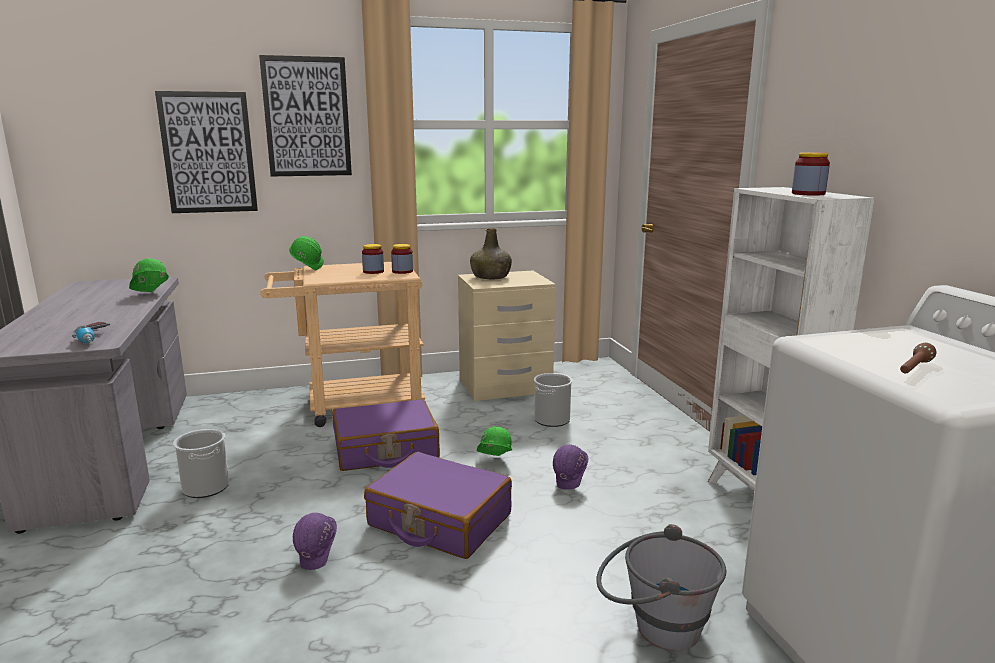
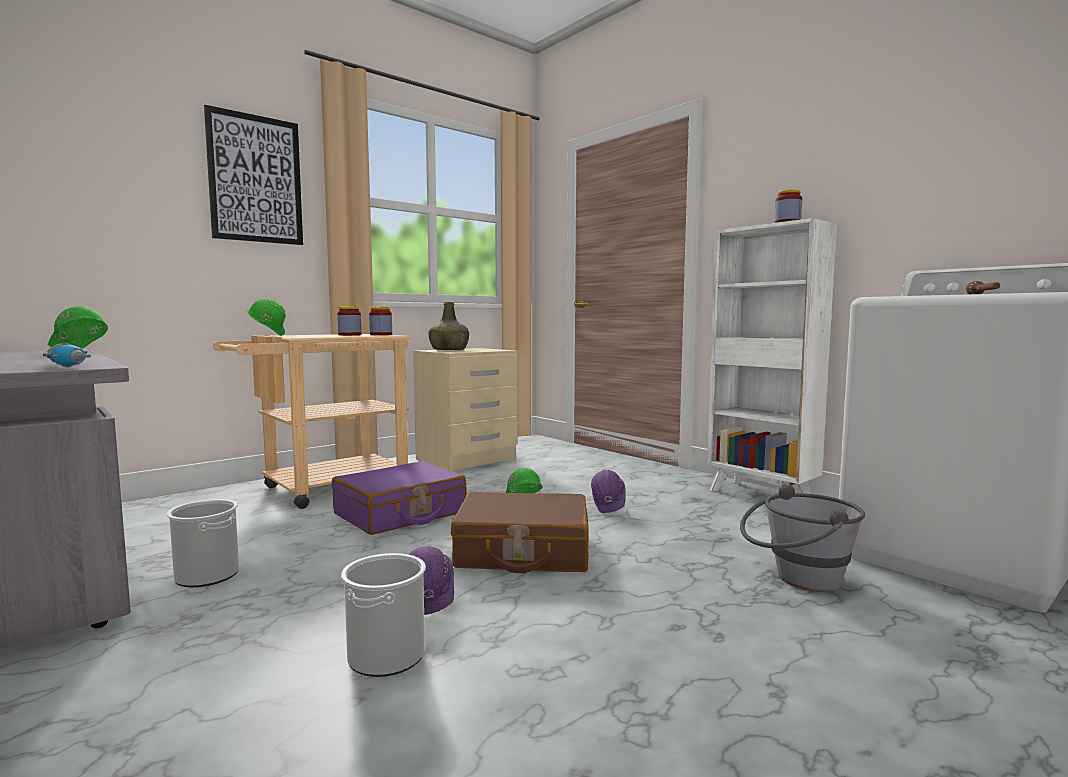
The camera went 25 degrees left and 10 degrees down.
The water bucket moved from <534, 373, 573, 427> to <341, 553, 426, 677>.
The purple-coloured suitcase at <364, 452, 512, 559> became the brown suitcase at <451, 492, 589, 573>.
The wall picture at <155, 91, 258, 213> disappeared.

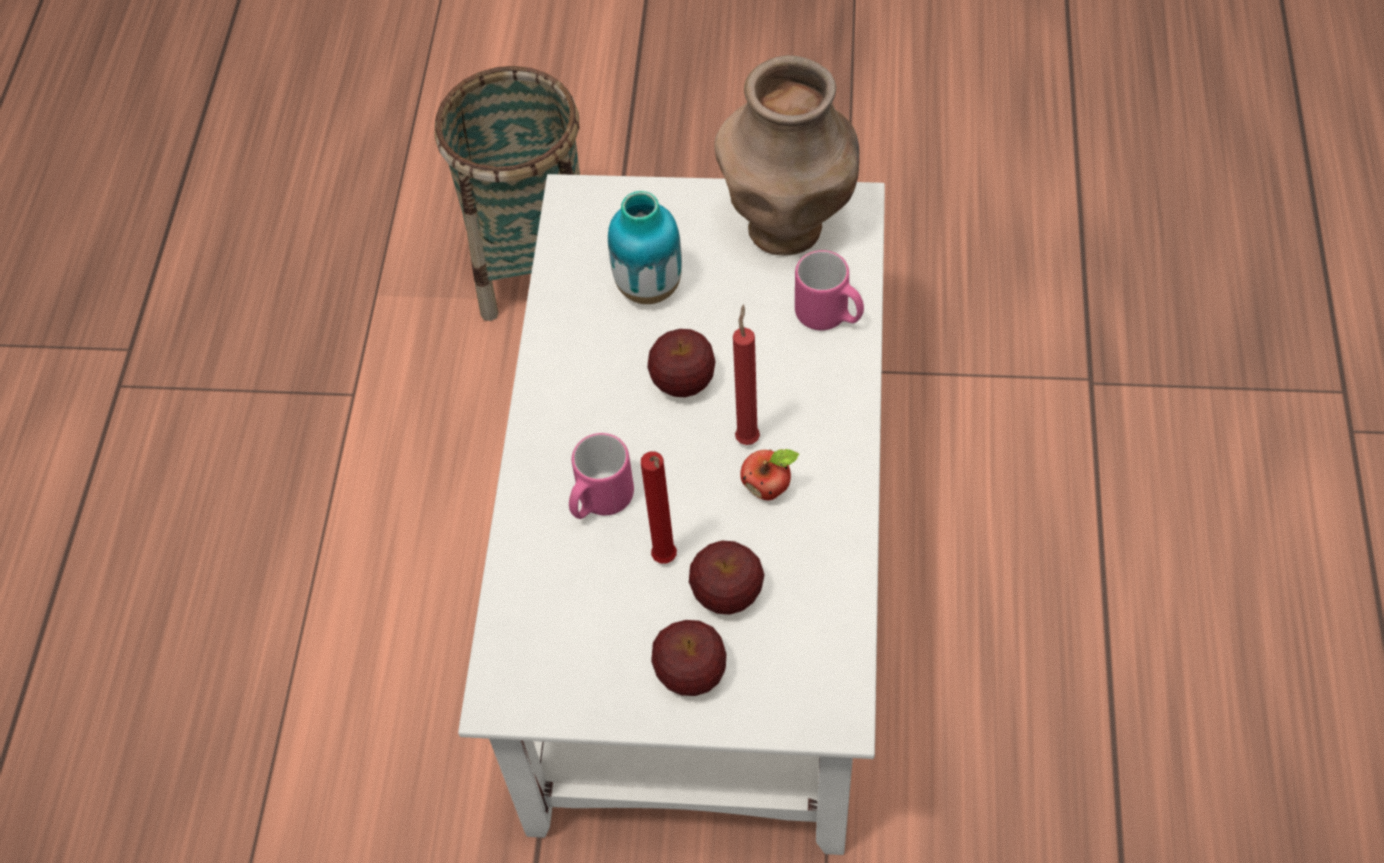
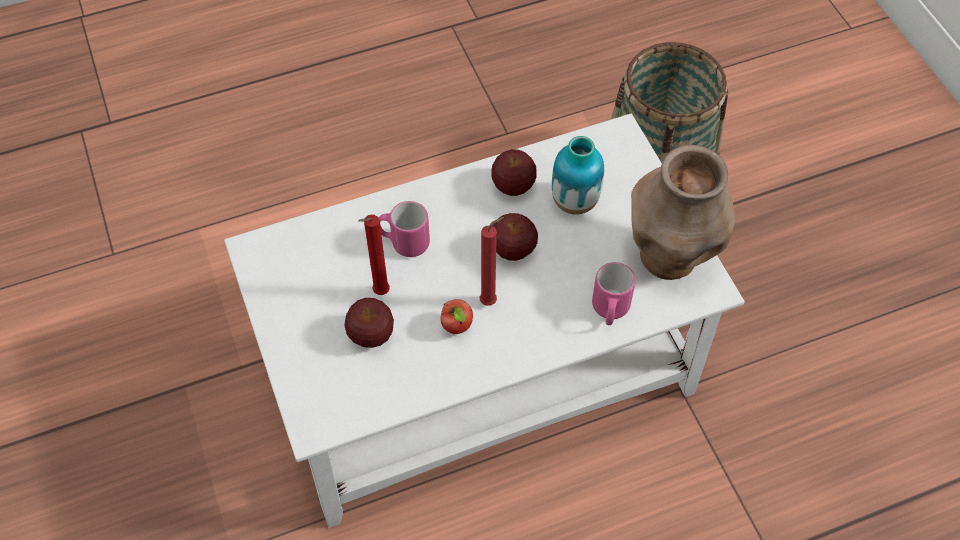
The camera went 60 degrees right and 0 degrees up.
The apple fruit moved from <651, 620, 726, 696> to <491, 149, 537, 196>.

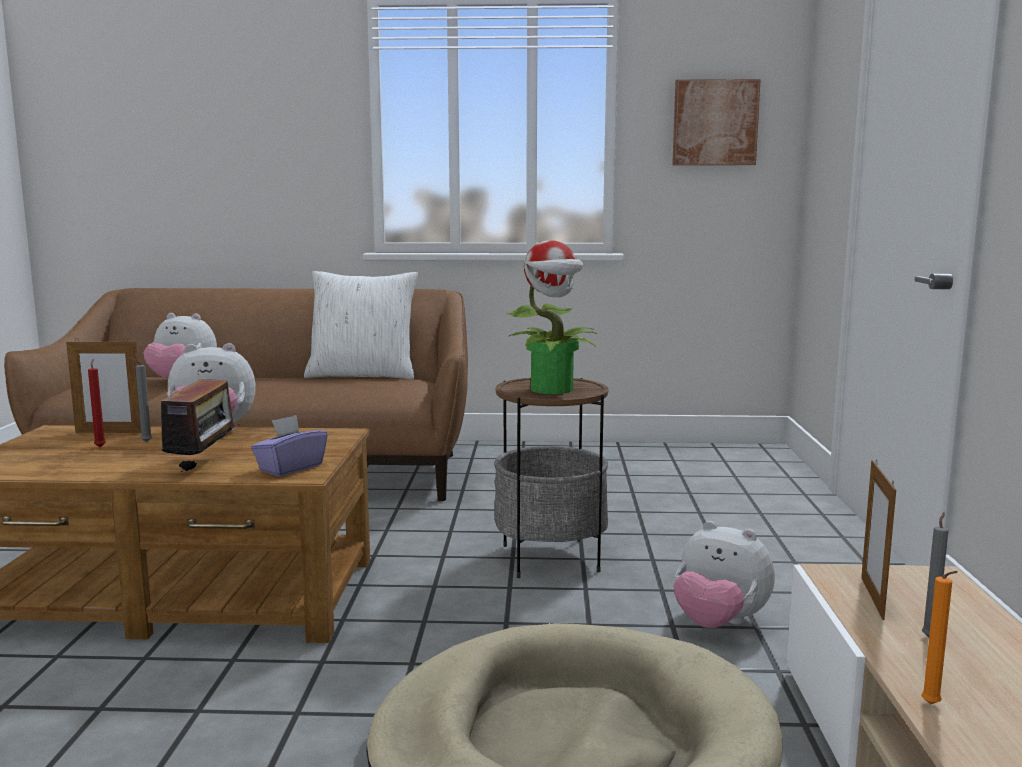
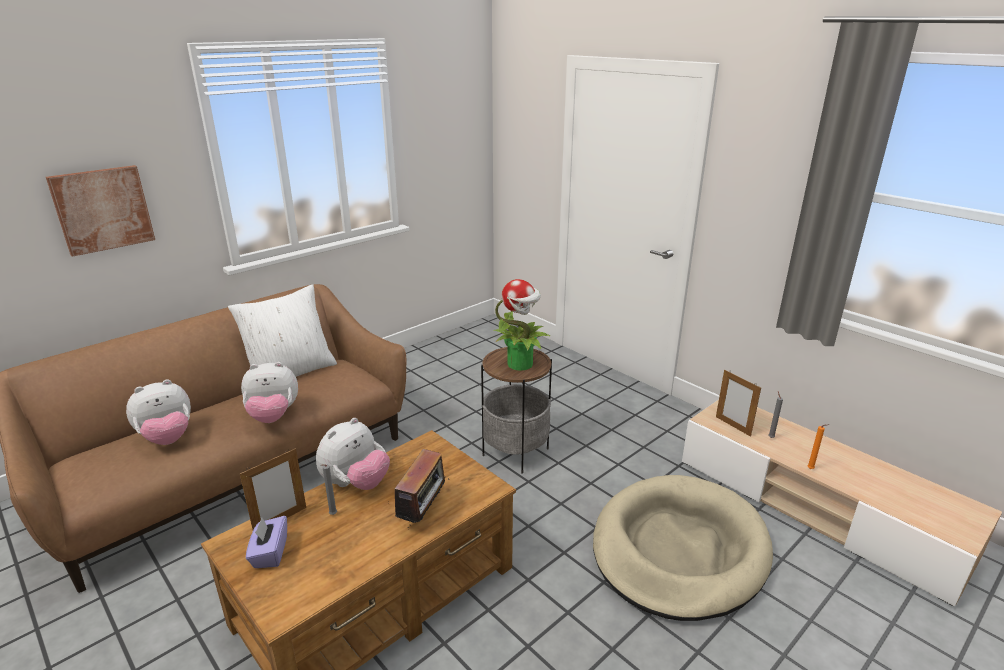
The camera went 45 degrees left and 15 degrees up.
The wall picture moved from <672, 79, 761, 165> to <46, 165, 155, 257>.
The plush toy moved from <673, 521, 775, 628> to <241, 362, 298, 423>.
The purple-coloured tissue holder moved from <251, 415, 328, 476> to <246, 516, 287, 568>.
The radio receiver at <151, 370, 240, 472> turned 60 degrees clockwise.
The reddish candle at <88, 359, 106, 447> disappeared.

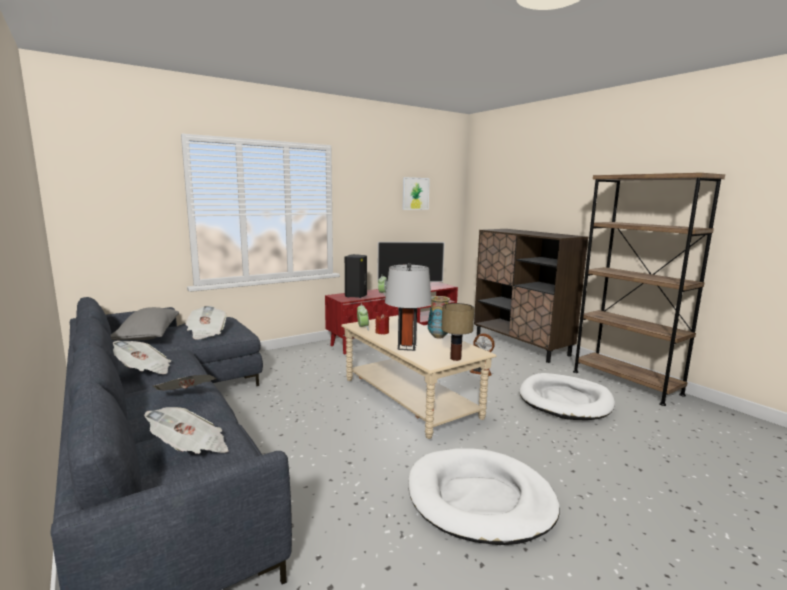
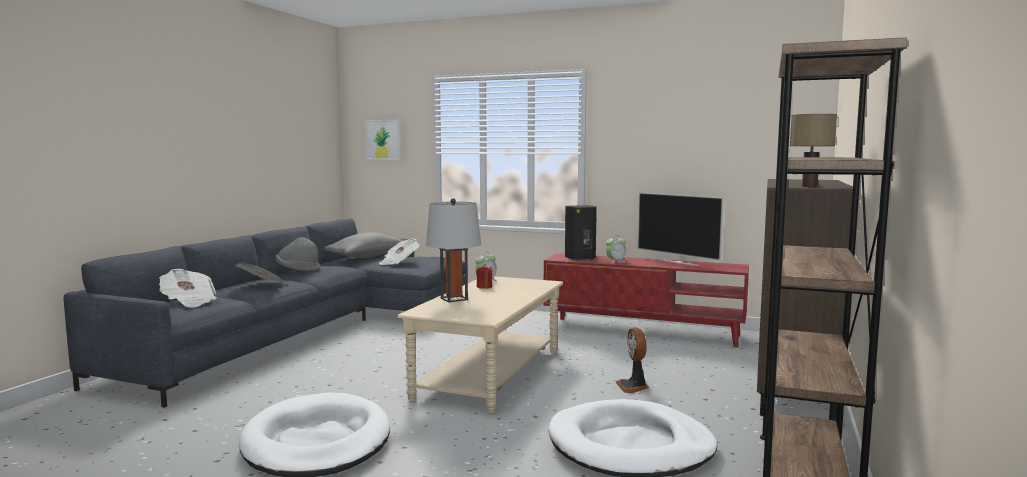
The camera went 55 degrees right and 5 degrees down.
The daily paper at <113, 341, 171, 374> was replaced by the grey clothing hat at <275, 237, 320, 271>.
The wall picture moved from <403, 177, 430, 210> to <365, 120, 401, 160>.
The lamp for a table moved from <441, 303, 474, 361> to <790, 114, 837, 187>.
The decorative vase at <428, 296, 450, 339> disappeared.

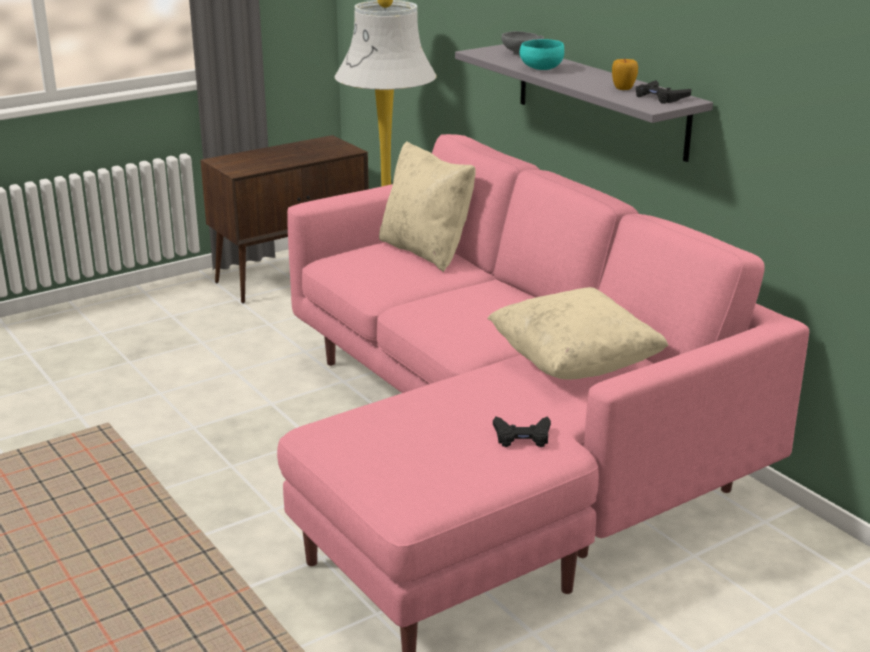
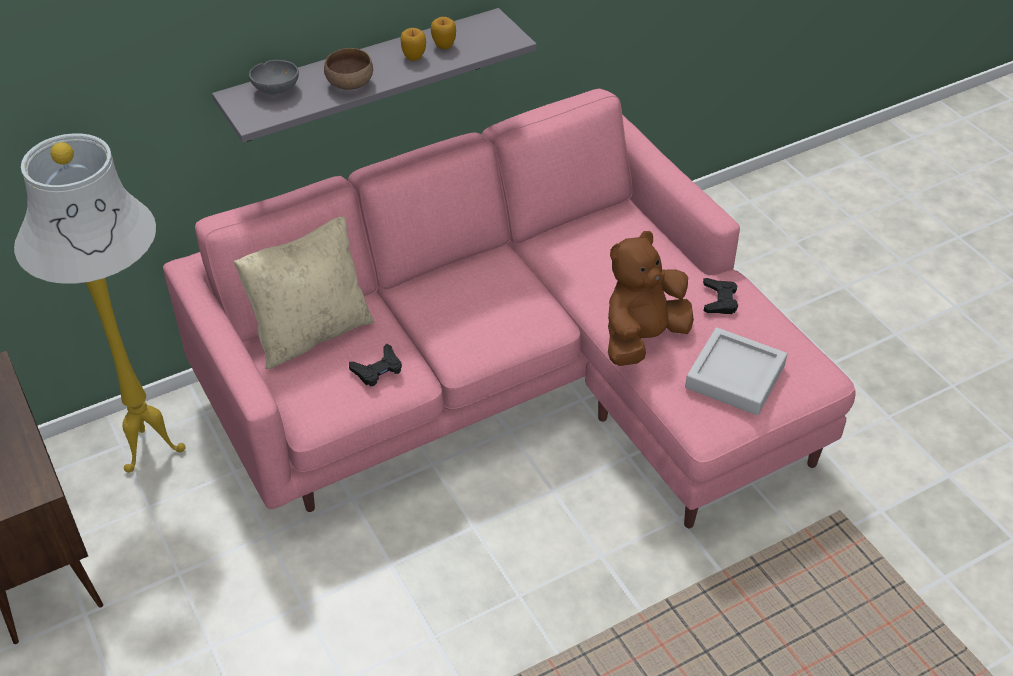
The camera went 85 degrees left and 20 degrees up.
The turquoise deep dish at <519, 39, 564, 70> became the brown deep dish at <324, 48, 373, 90>.
The black-coloured joypad moved from <636, 80, 691, 104> to <349, 344, 402, 386>.
The apple fruit at <401, 28, 426, 61> appeared.
The brown plush toy at <608, 231, 694, 366> appeared.
The grey serving tray at <685, 327, 787, 415> appeared.
The beige cushion at <487, 287, 668, 380> disappeared.

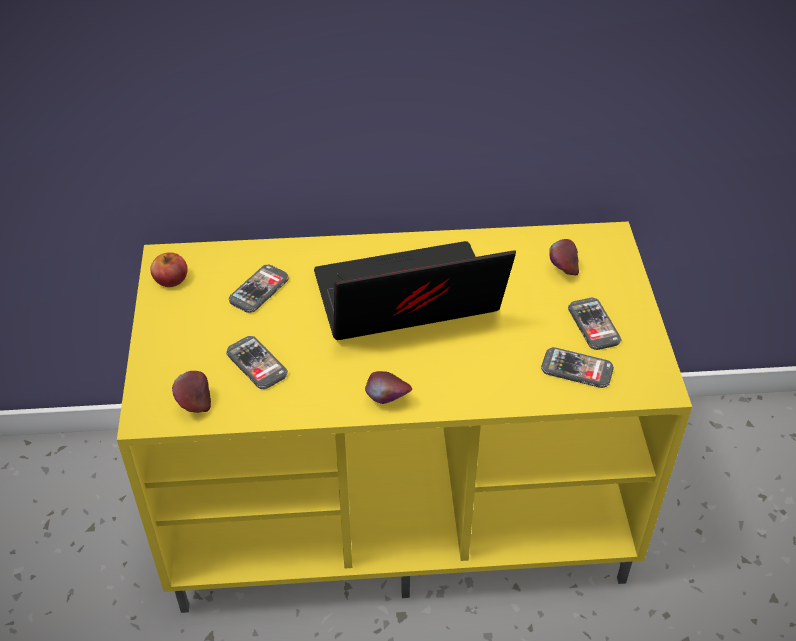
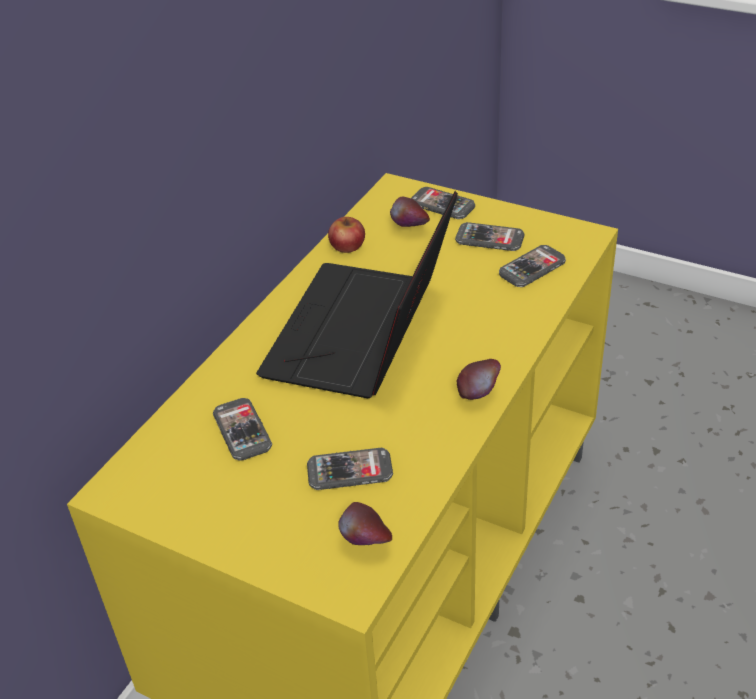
The camera went 55 degrees left and 5 degrees down.
The apple fruit moved from <150, 252, 188, 287> to <328, 217, 365, 253>.
The telephone at <411, 187, 475, 219> appeared.

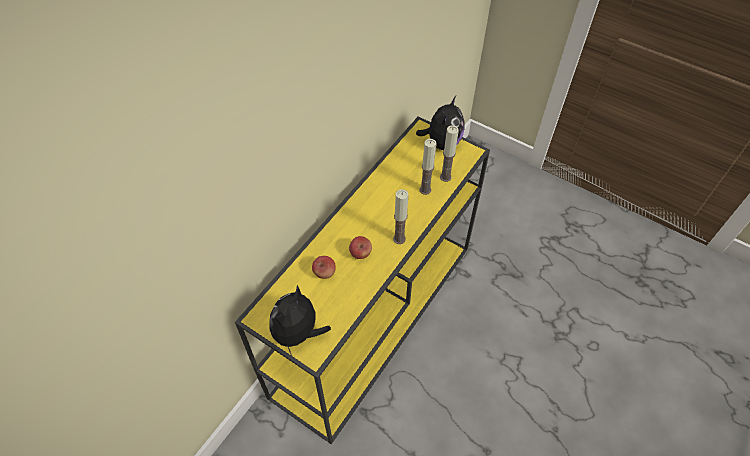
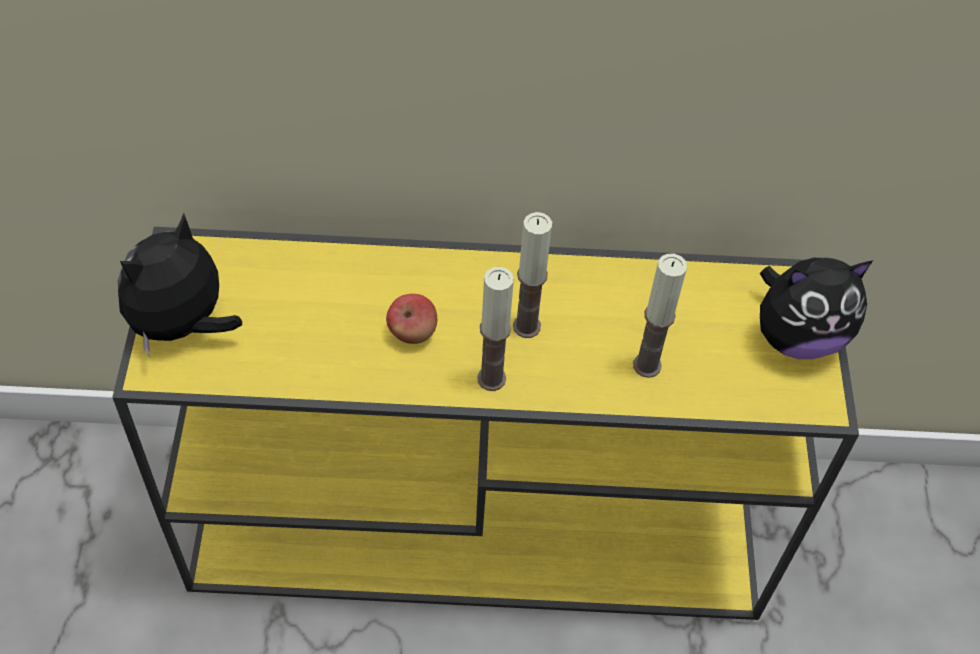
The camera went 55 degrees right and 0 degrees up.
The plush toy at <269, 285, 331, 355> turned 45 degrees counterclockwise.
The candle moved from <440, 125, 459, 182> to <513, 212, 552, 338>.
The apple fruit at <312, 256, 336, 279> disappeared.

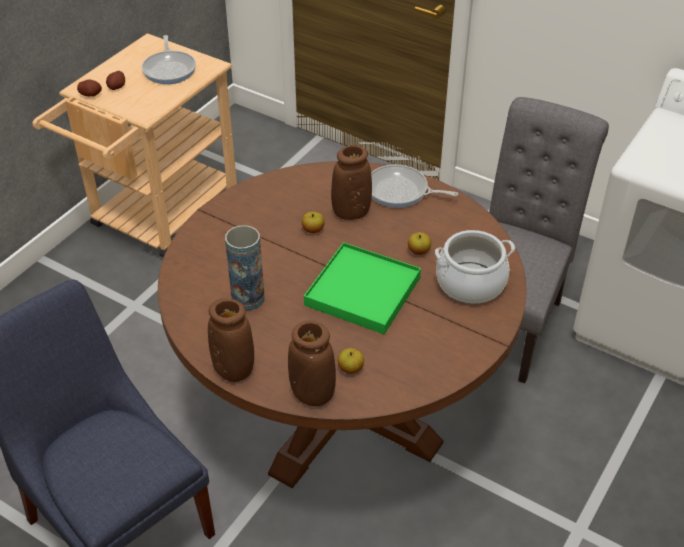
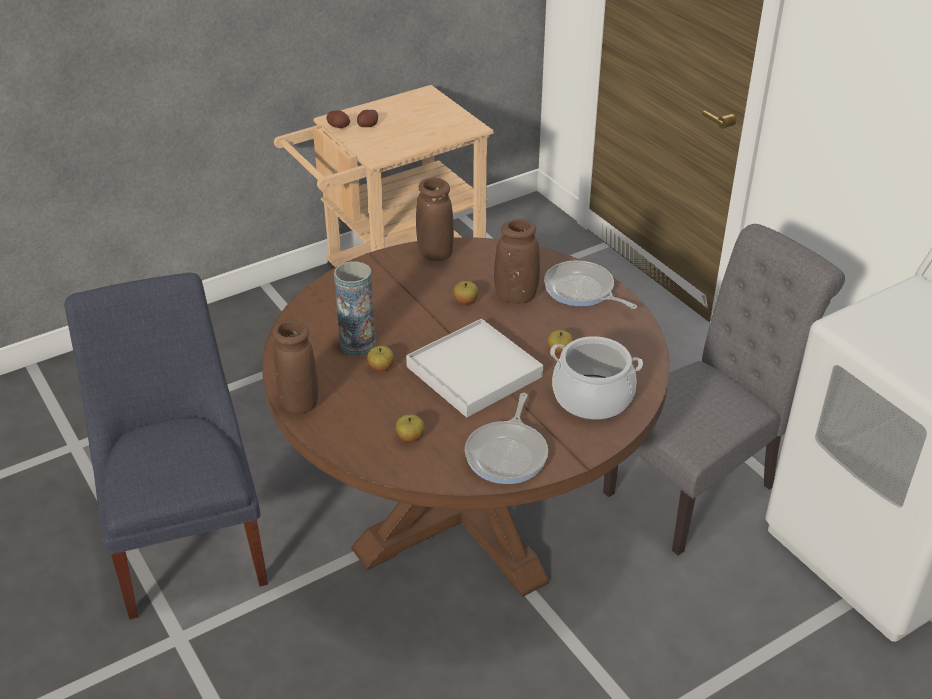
The camera went 25 degrees right and 5 degrees down.
The apple fruit at <367, 346, 394, 371> appeared.
The greenish serving tray at <304, 242, 421, 334> became the whitish serving tray at <406, 319, 543, 417>.
The brown decorative vase moved from <288, 321, 336, 407> to <416, 178, 454, 261>.
The skillet moved from <142, 35, 196, 84> to <465, 393, 548, 484>.

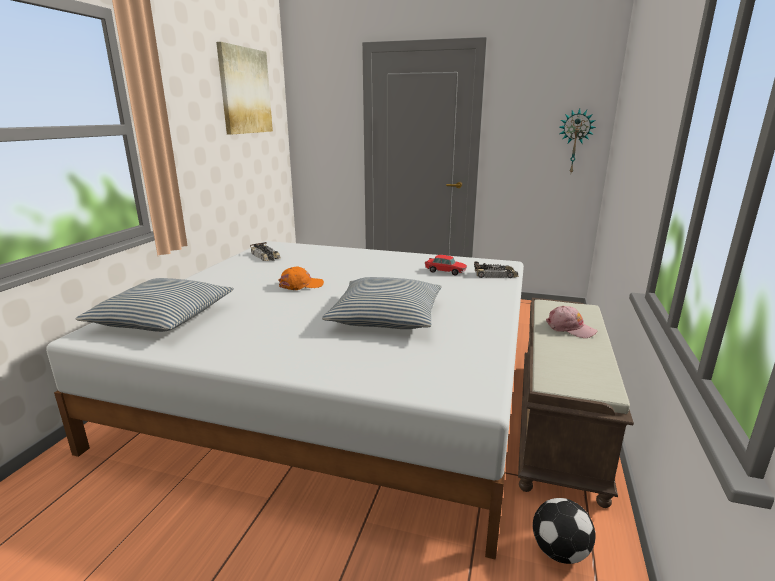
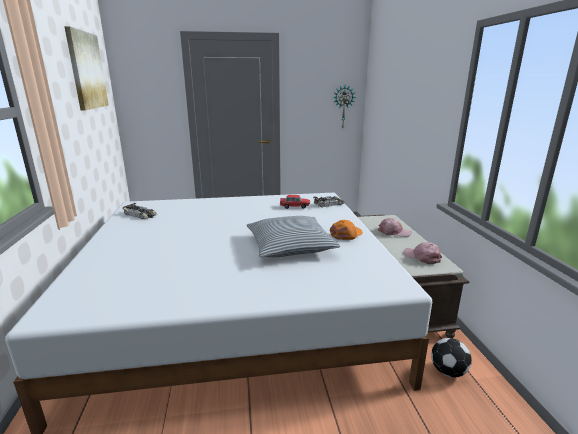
The camera went 25 degrees left and 0 degrees up.
The orange-coloured peaked cap moved from <279, 266, 324, 290> to <330, 220, 363, 240>.
The pink peaked cap at <403, 242, 442, 264> appeared.
The cushion at <75, 278, 234, 332> disappeared.

